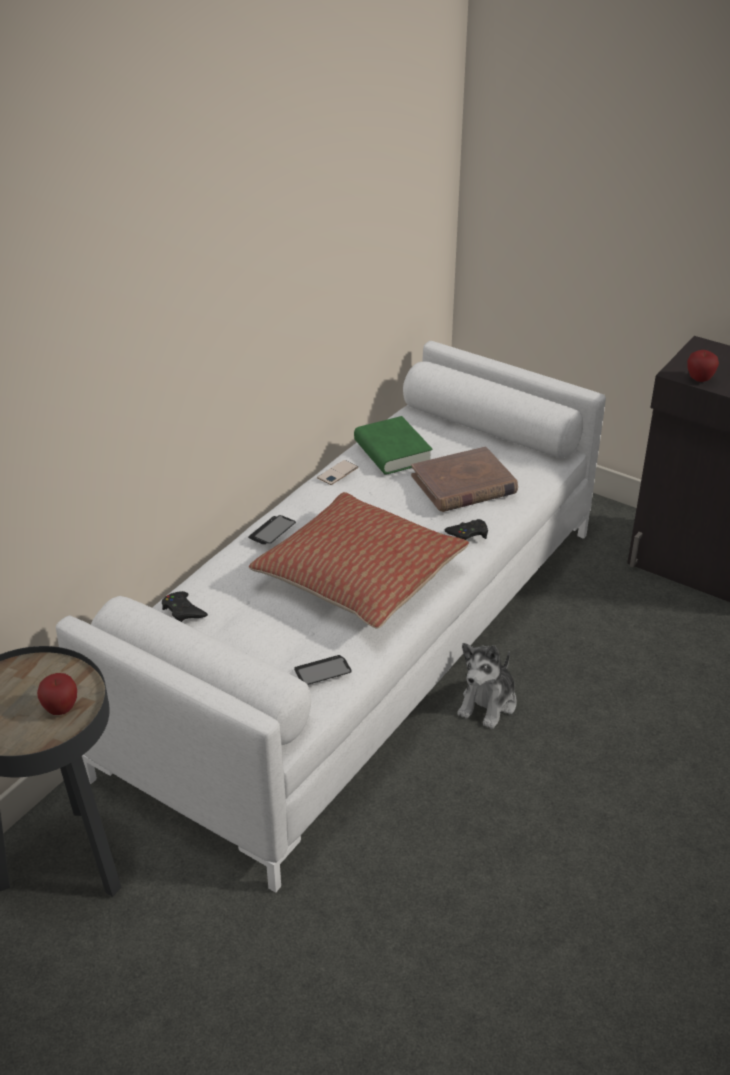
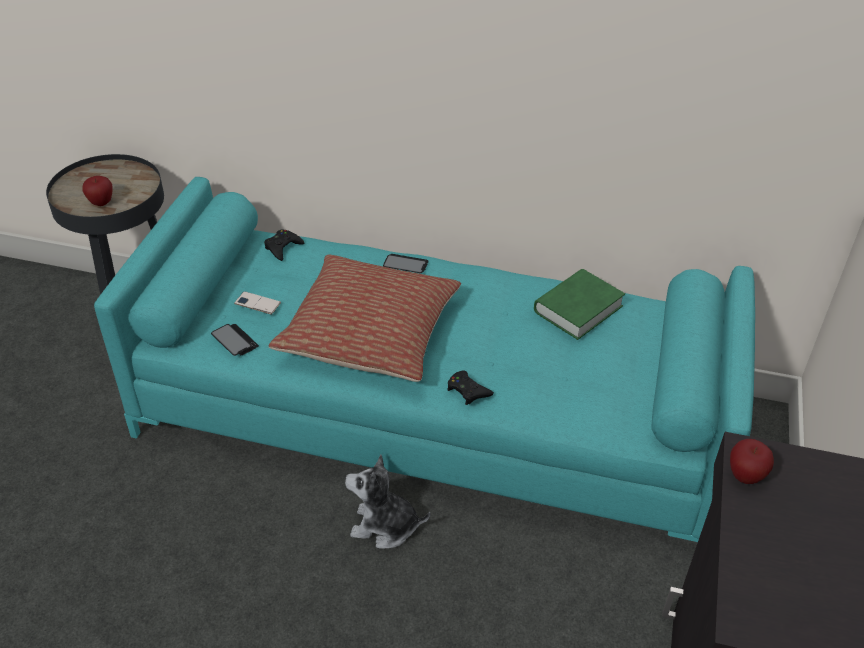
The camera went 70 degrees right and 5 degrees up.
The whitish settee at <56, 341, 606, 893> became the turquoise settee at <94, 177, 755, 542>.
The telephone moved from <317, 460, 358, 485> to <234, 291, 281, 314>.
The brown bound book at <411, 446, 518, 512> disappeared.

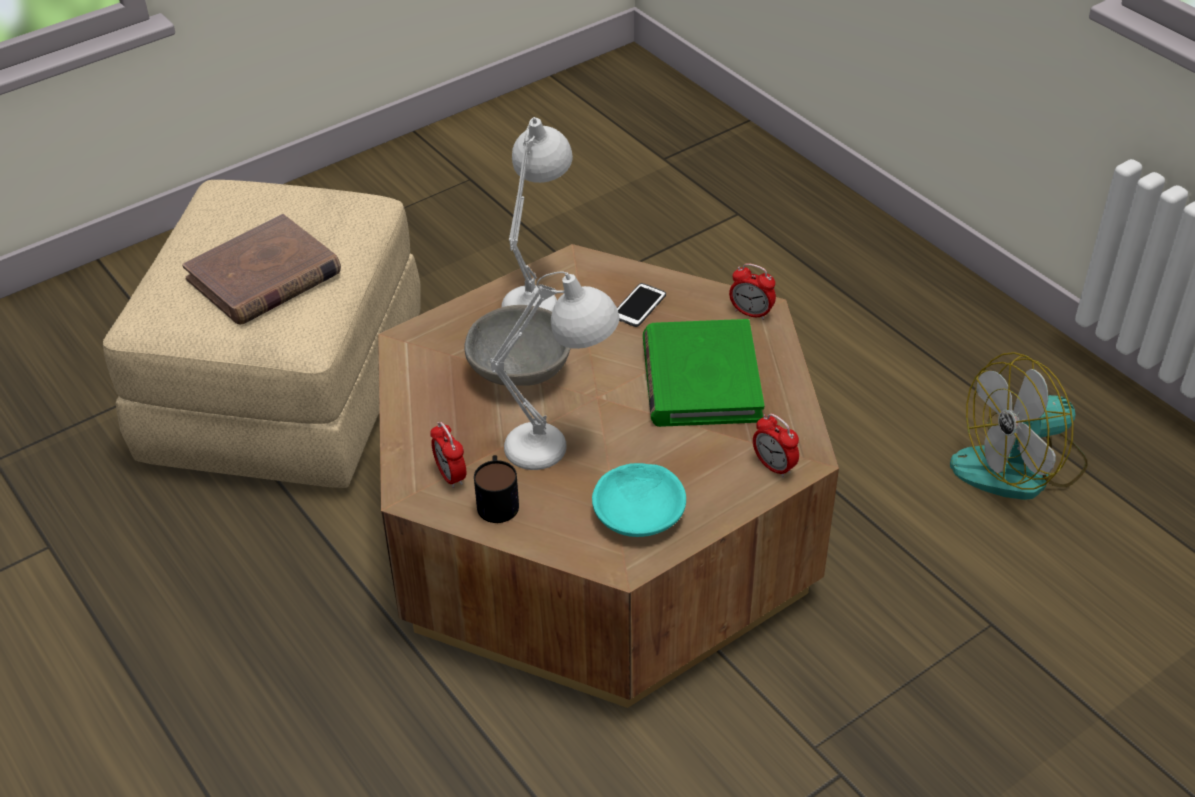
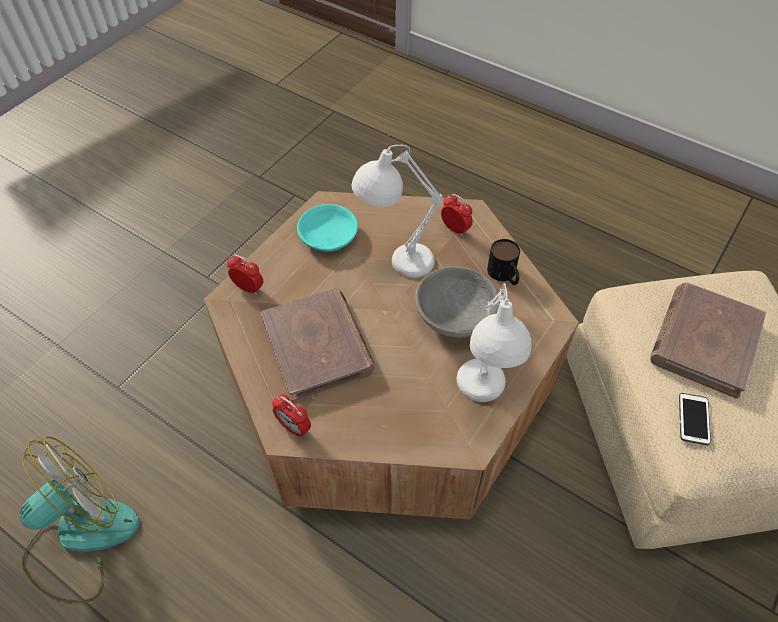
The camera went 160 degrees right and 10 degrees up.
The greenish bound book at <643, 319, 764, 427> became the brown bound book at <261, 288, 375, 402>.
The table clock at <729, 263, 776, 320> turned 150 degrees counterclockwise.
The coffee mug moved from <474, 455, 519, 523> to <487, 239, 520, 285>.
The telephone moved from <617, 283, 666, 327> to <679, 393, 711, 445>.

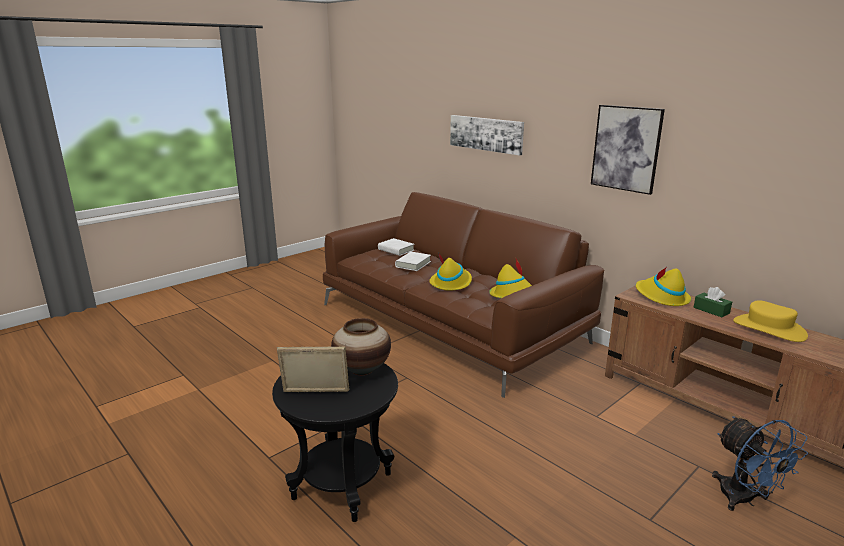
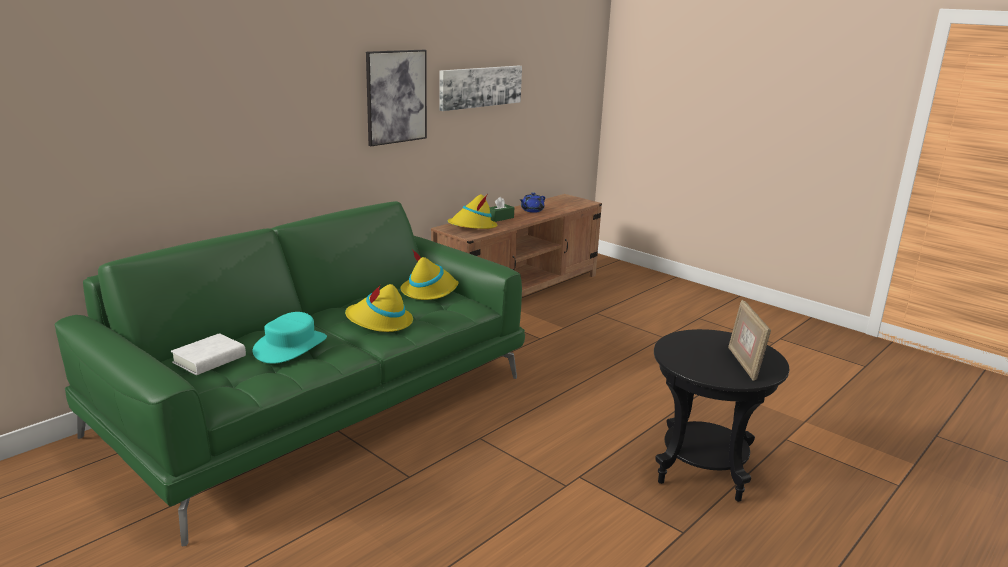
The camera went 95 degrees left and 0 degrees up.
The brown settee at <323, 192, 604, 398> became the greenish settee at <55, 201, 525, 546>.
The whitish bound book at <395, 252, 431, 271> was replaced by the turquoise clothing hat at <253, 312, 327, 364>.
The wall picture moved from <450, 115, 524, 156> to <439, 66, 522, 111>.
The yellow-coloured clothing hat at <733, 300, 808, 342> was replaced by the blue teapot at <520, 193, 545, 213>.
The decorative vase at <331, 318, 391, 375> disappeared.
The blue fan at <712, 416, 808, 511> disappeared.

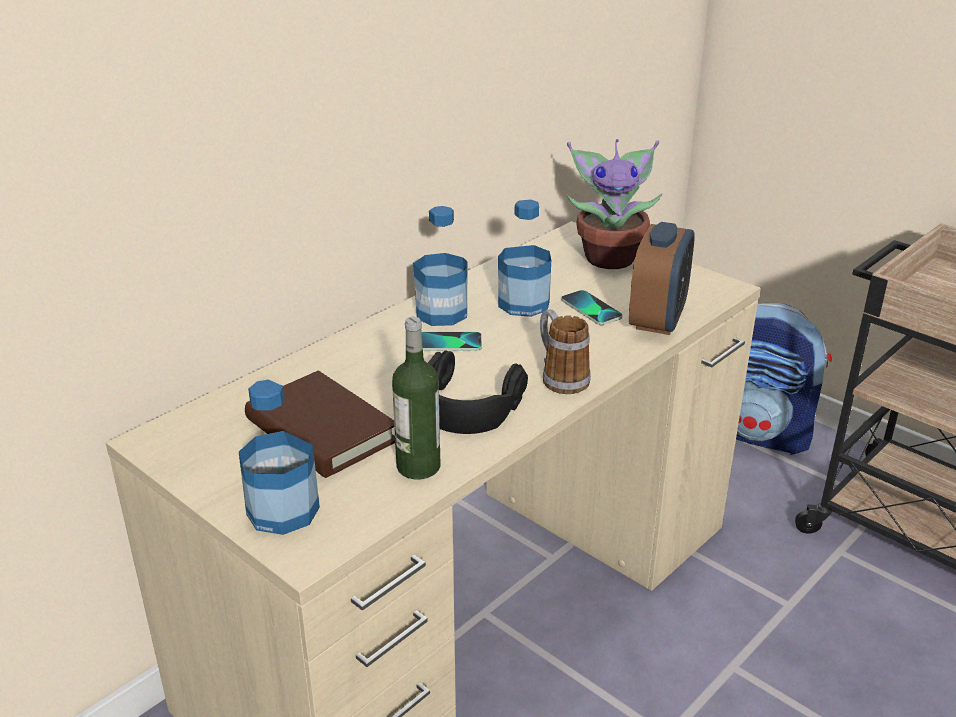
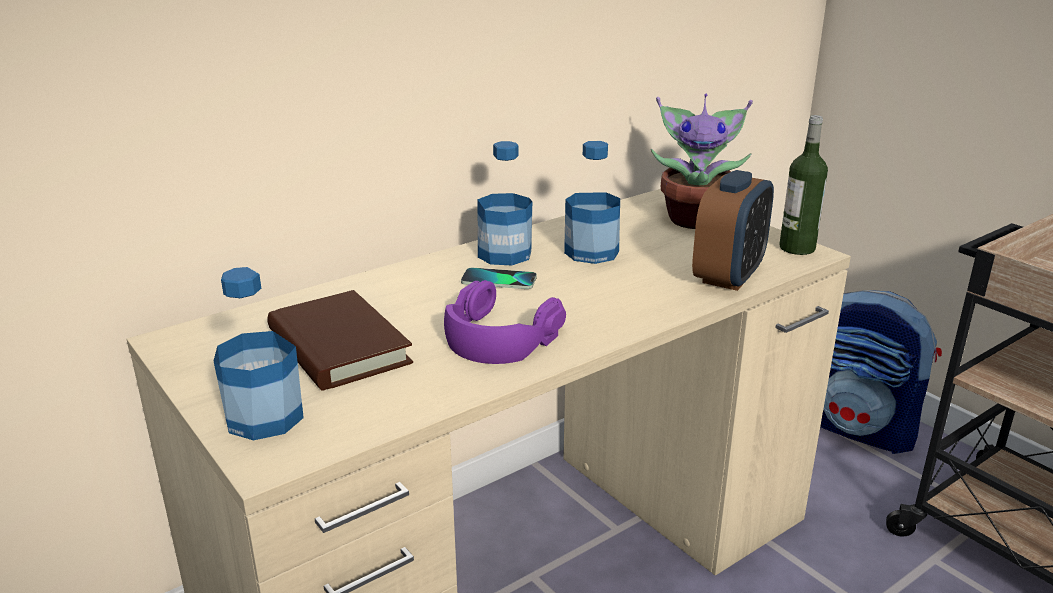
The camera went 10 degrees right and 5 degrees down.
The black-coloured headphones at <428, 350, 528, 434> became the purple-coloured headphones at <444, 280, 566, 364>.
The drink bottle moved from <392, 317, 440, 479> to <779, 115, 828, 255>.
The coffee mug at <540, 309, 591, 394> disappeared.
The telephone at <561, 290, 623, 325> disappeared.

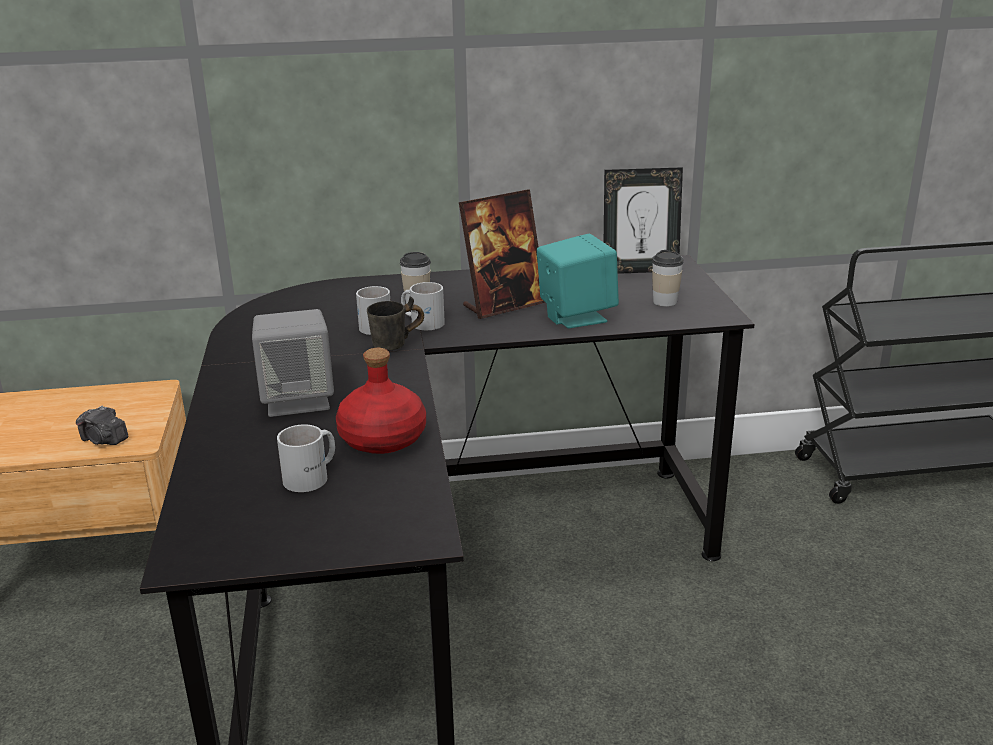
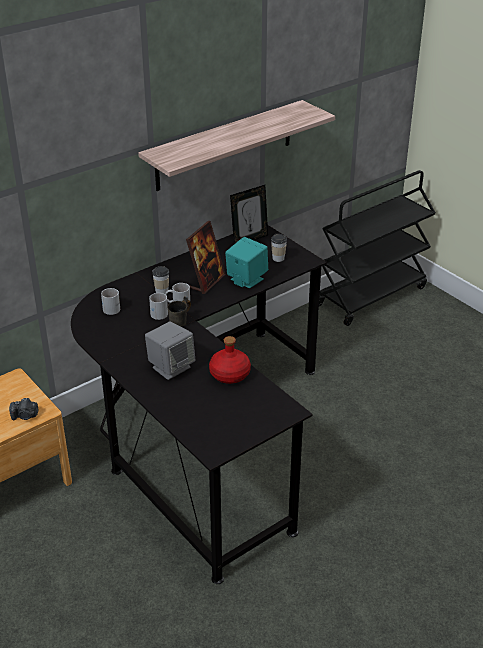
The camera went 30 degrees left and 10 degrees up.
The whitish coffee mug moved from <277, 424, 335, 492> to <101, 288, 120, 315>.
The bracket shelf at <138, 100, 335, 191> appeared.

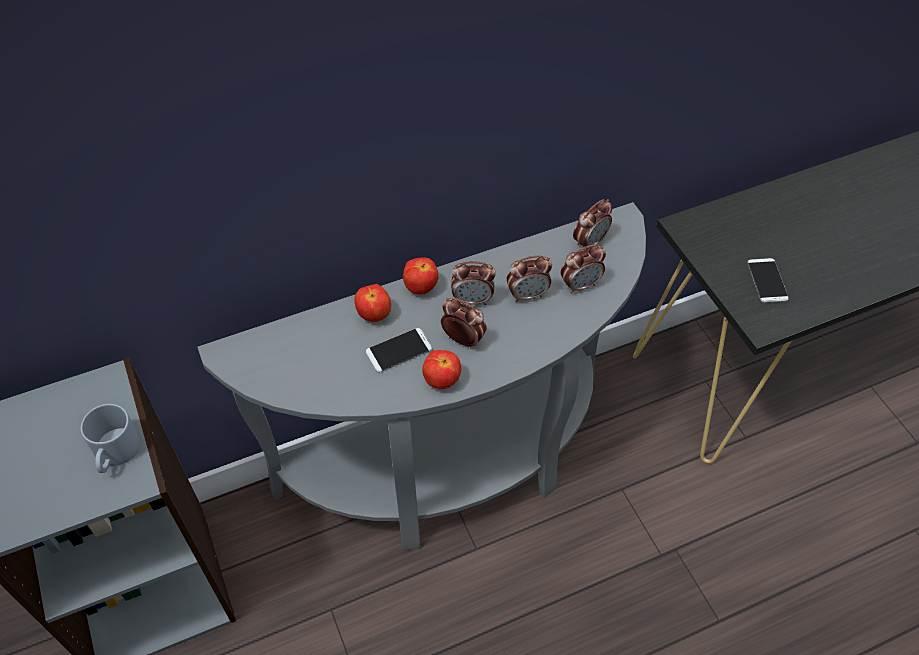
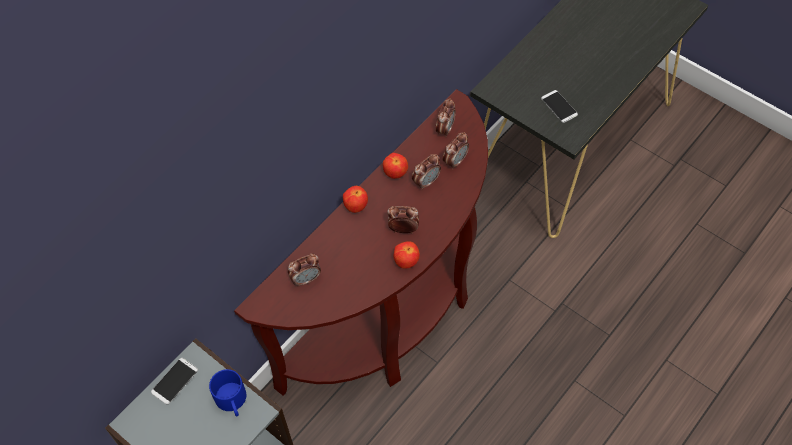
The camera went 25 degrees left and 5 degrees up.
The telephone moved from <366, 328, 432, 373> to <151, 358, 198, 405>.
The grey coffee mug at <81, 404, 140, 473> became the blue coffee mug at <209, 369, 246, 417>.
The grey narrow table at <197, 202, 646, 551> became the brown narrow table at <234, 89, 488, 395>.
The table clock moved from <451, 261, 496, 305> to <288, 253, 321, 287>.
The apple fruit moved from <354, 284, 391, 322> to <383, 153, 408, 179>.

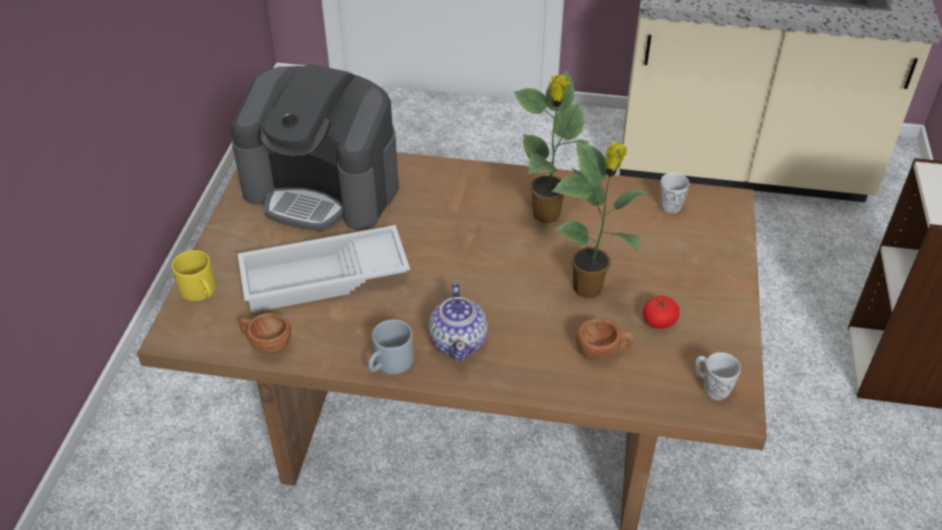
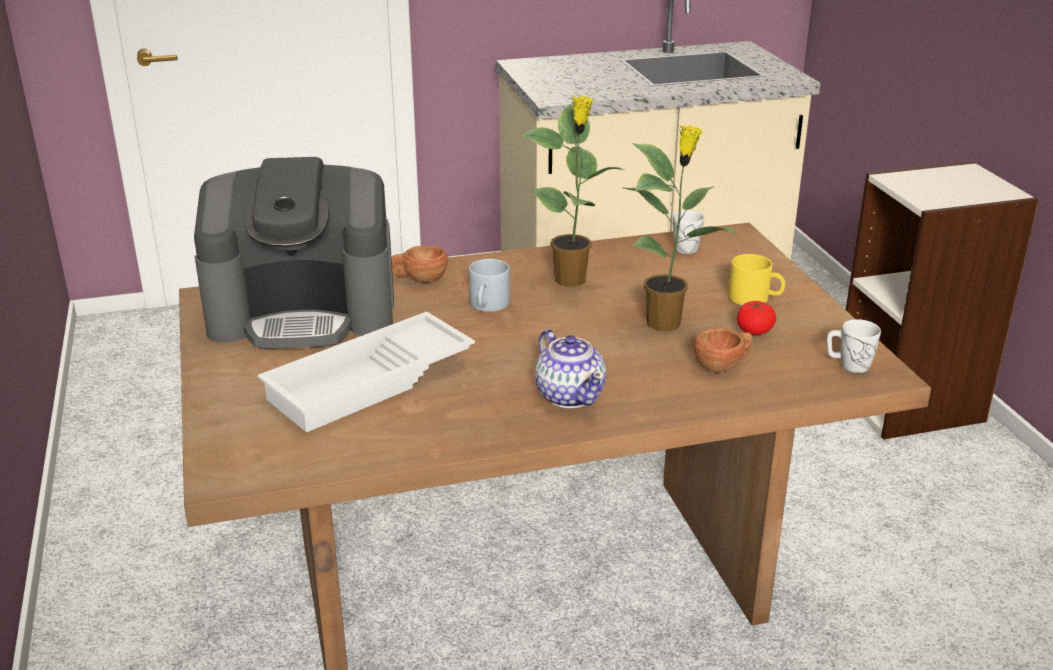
The camera went 25 degrees left and 15 degrees down.
The brown small cup moved from <239, 313, 291, 355> to <392, 246, 448, 283>.
The grey coffee mug moved from <368, 319, 414, 374> to <469, 259, 510, 312>.
The yellow-coloured coffee mug moved from <172, 250, 216, 301> to <728, 254, 785, 305>.

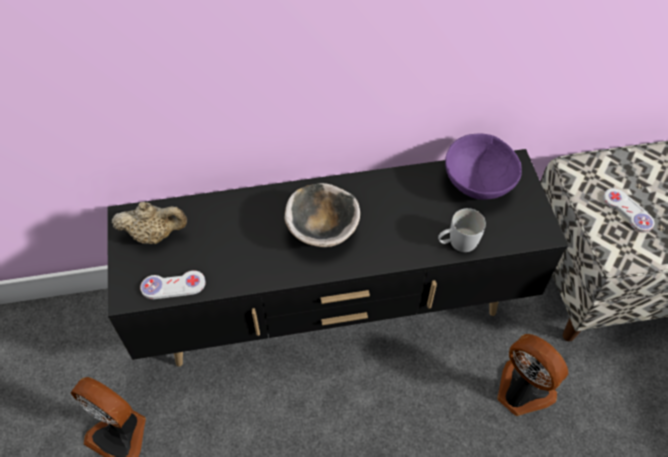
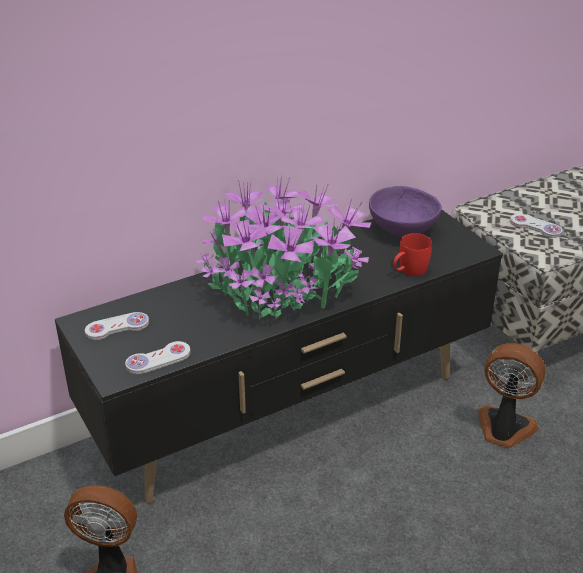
The camera went 20 degrees left and 20 degrees down.
The beige teapot at <112, 202, 187, 244> was replaced by the whitish joypad at <85, 312, 149, 340>.
The deep dish at <284, 183, 360, 247> was replaced by the houseplant at <196, 175, 371, 320>.
The whitish coffee mug at <438, 208, 486, 252> became the reddish coffee mug at <393, 233, 432, 276>.

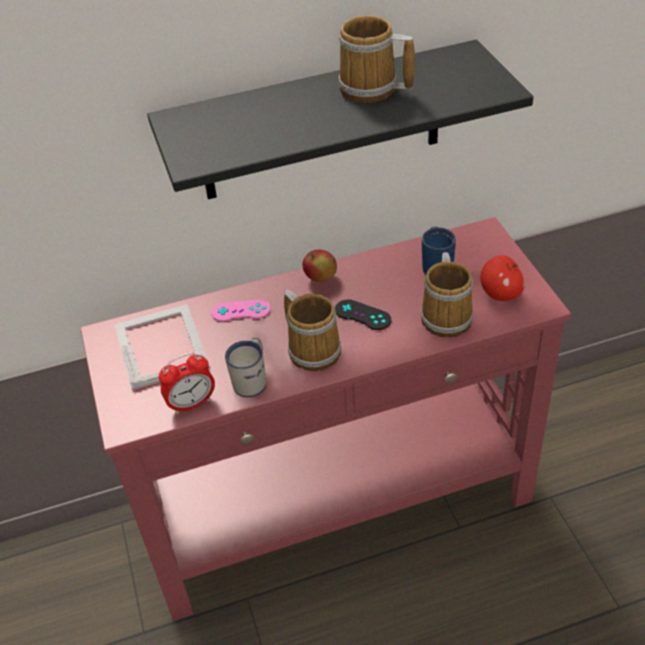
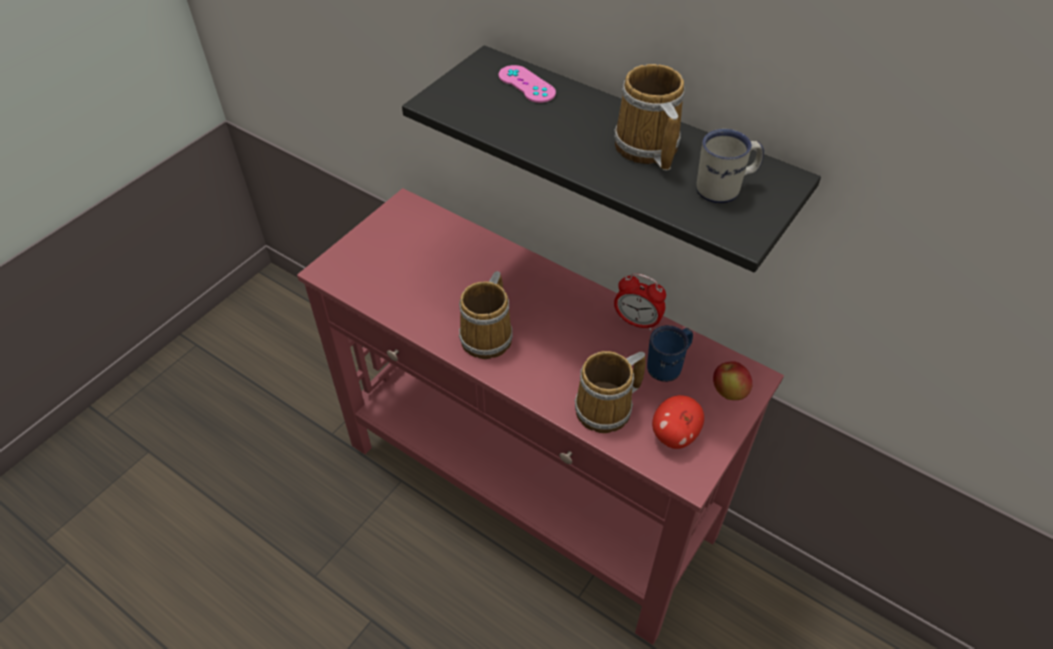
The camera went 50 degrees right and 5 degrees up.
The pink joypad moved from <211, 299, 271, 322> to <499, 65, 556, 103>.
The table clock moved from <159, 352, 215, 414> to <614, 273, 666, 331>.
The whitish coffee mug moved from <225, 338, 266, 397> to <696, 129, 764, 204>.
The apple fruit moved from <302, 250, 337, 282> to <713, 361, 752, 400>.
The picture frame at <114, 304, 210, 390> disappeared.
The black-coloured joypad at <335, 299, 391, 330> disappeared.

